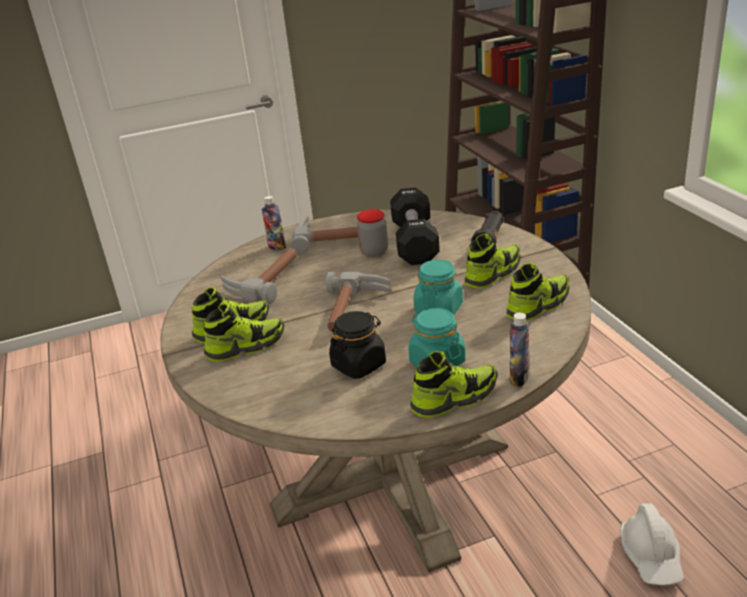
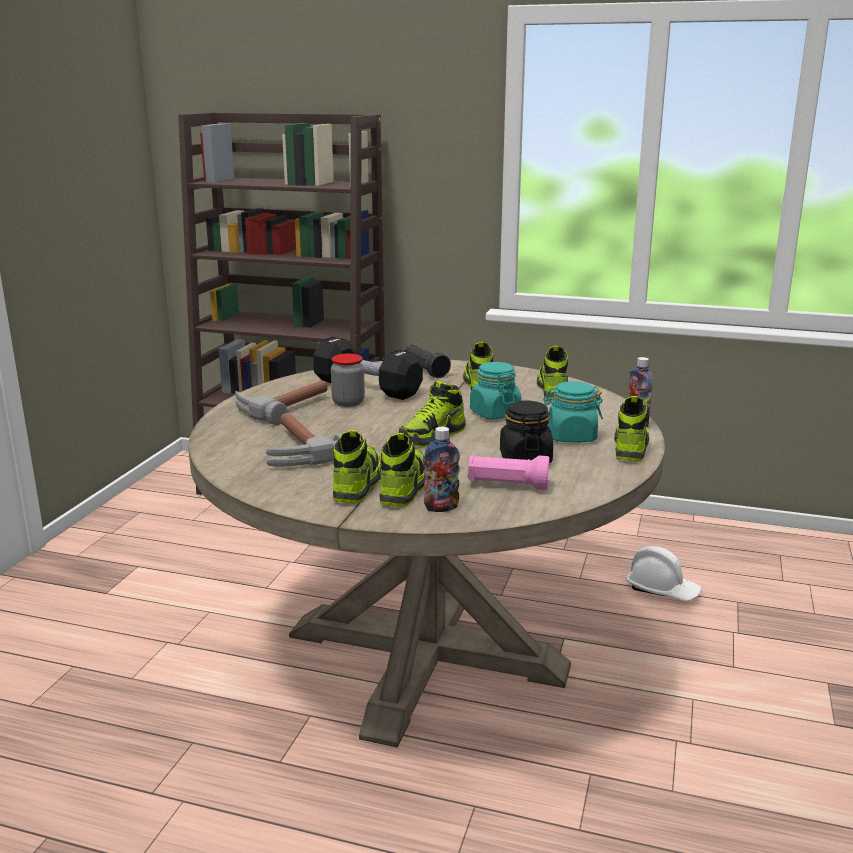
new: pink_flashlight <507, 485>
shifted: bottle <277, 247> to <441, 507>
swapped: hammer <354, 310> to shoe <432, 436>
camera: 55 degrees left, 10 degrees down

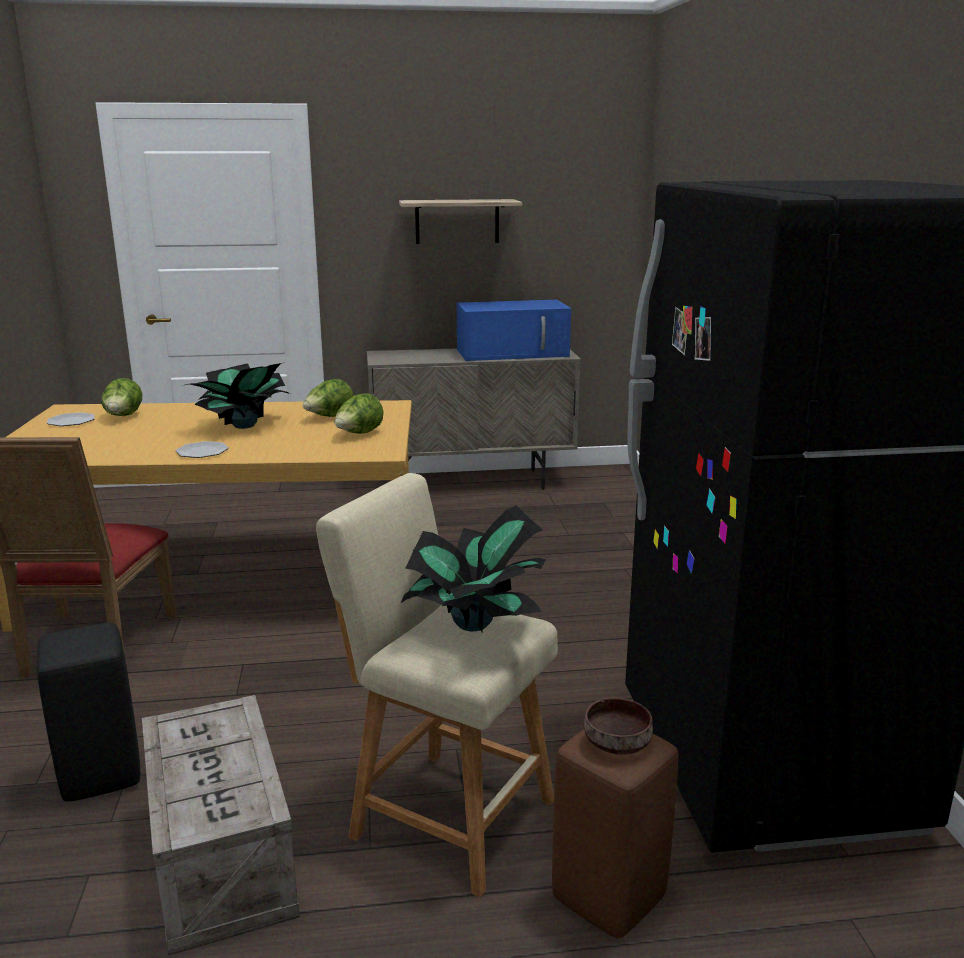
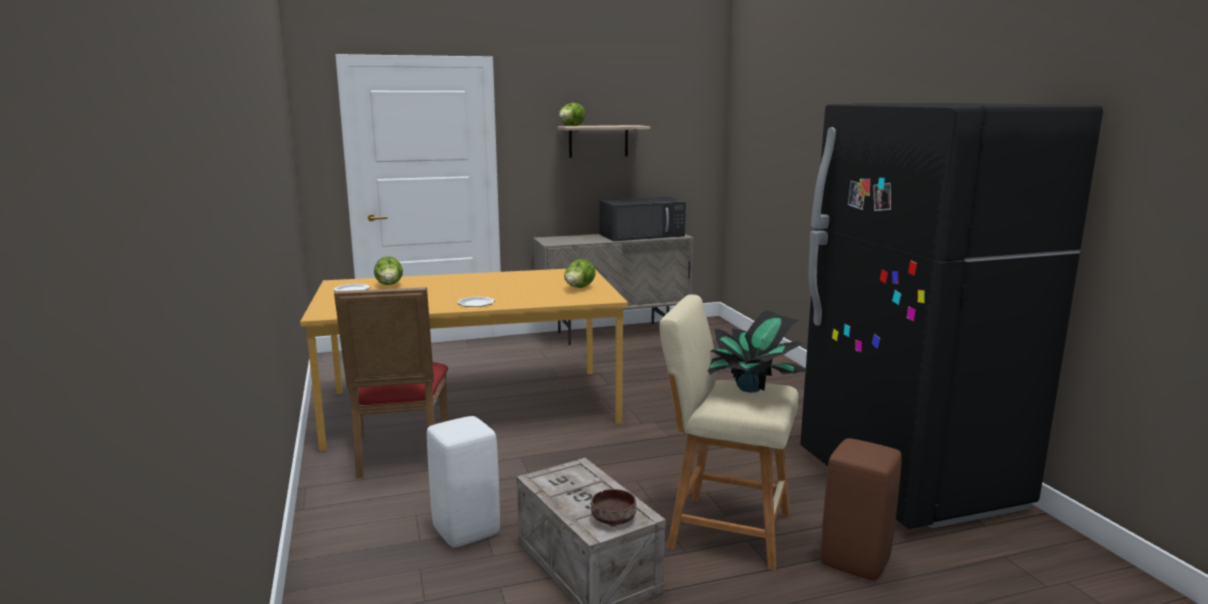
gone: potted_plant <243, 426>
shifted: lettuce <329, 417> to <571, 126>; brown_bowl <617, 743> to <613, 519>
repainted: blue_microwave <514, 352> to black_microwave <643, 235>; black_stool <102, 775> to white_stool <466, 530>
camera: 10 degrees left, 5 degrees down

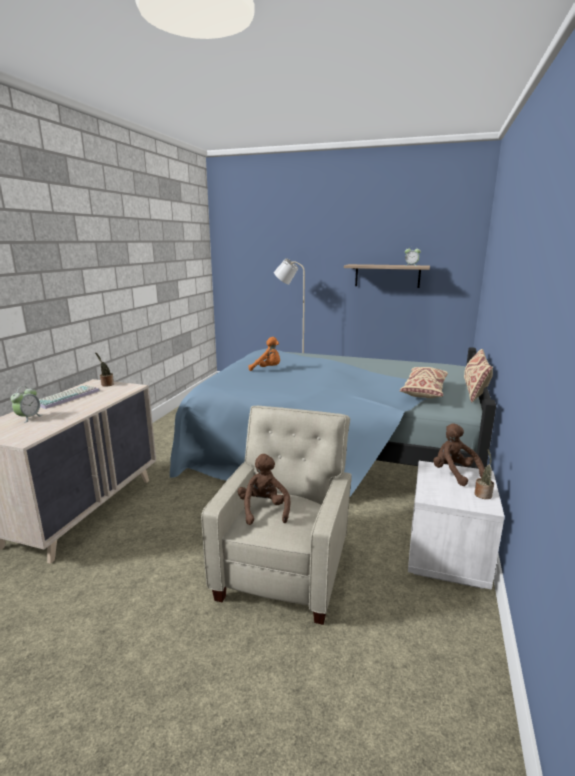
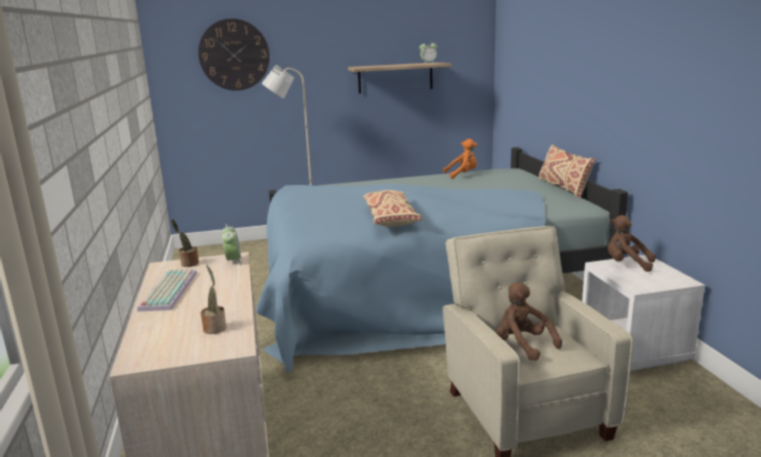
new: wall_clock <234, 55>
shifted: orange_plush_toy <267, 369> to <462, 175>; beige_pillow <424, 390> to <390, 218>; alarm_clock <29, 418> to <233, 261>; potted_plant <483, 494> to <215, 328>
camera: 30 degrees left, 0 degrees up

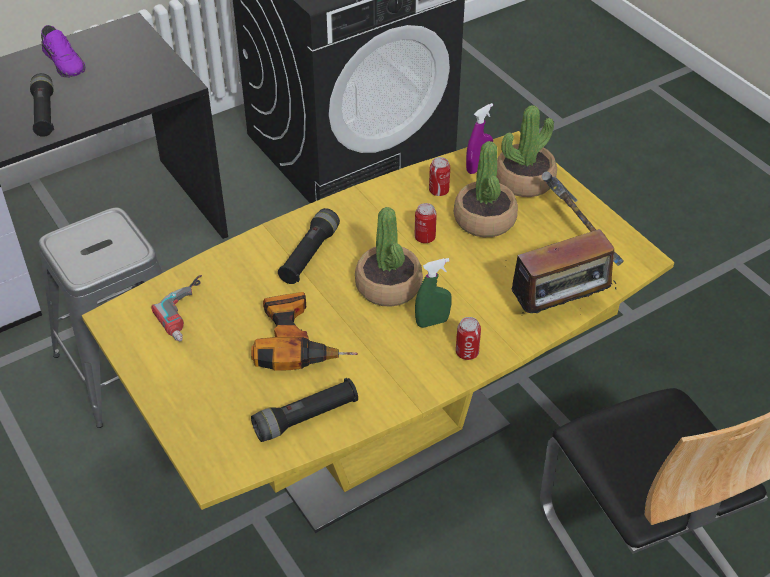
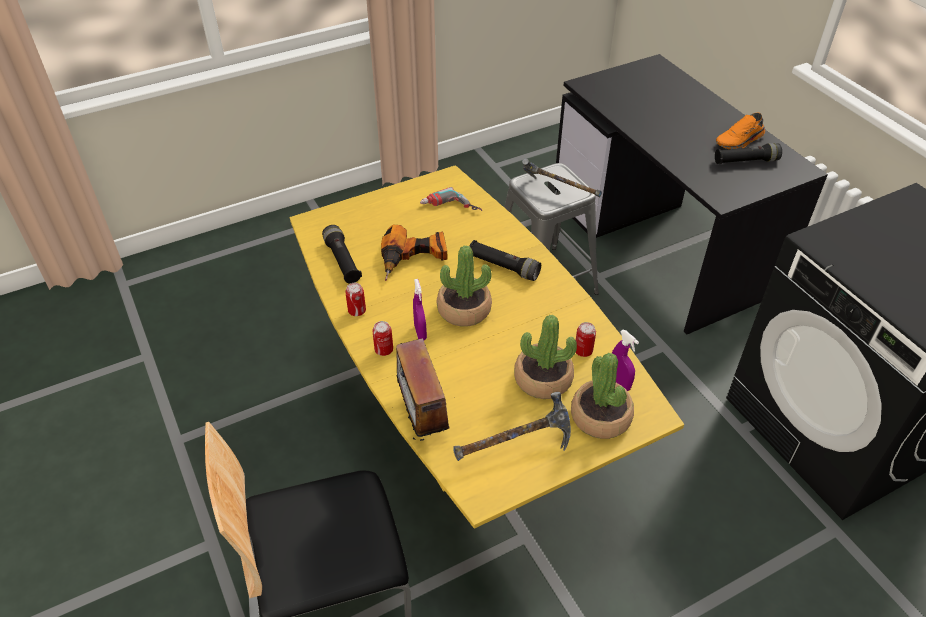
new: hammer <558, 193>
shifted: black_flashlight <44, 114> to <745, 161>; can <425, 237> to <357, 311>
repainted: purple_shoe <65, 62> to orange_shoe <740, 141>; green_spray_bottle <432, 322> to purple_spray_bottle <420, 332>
camera: 95 degrees right, 0 degrees up

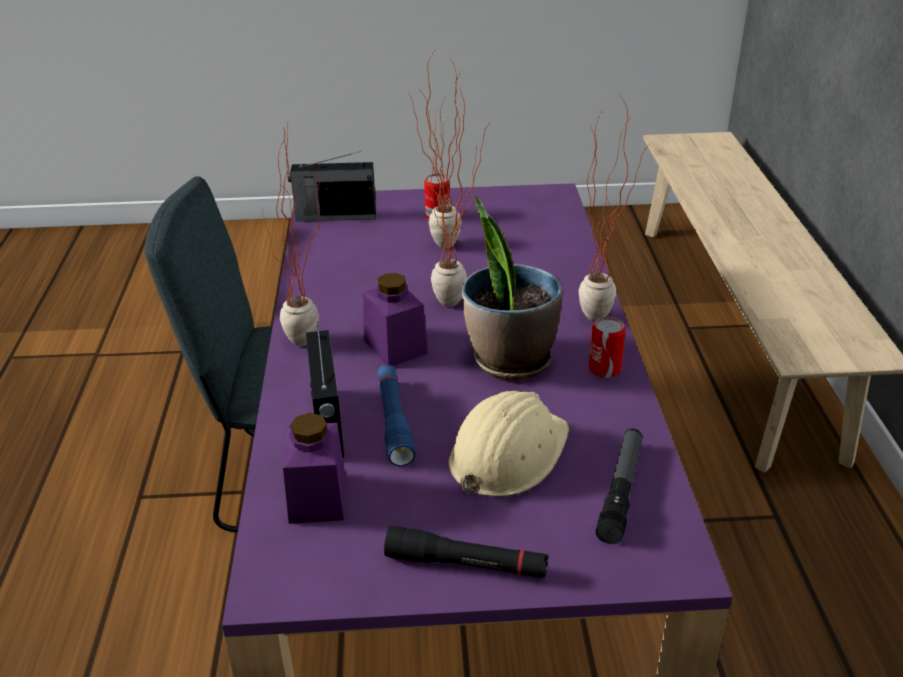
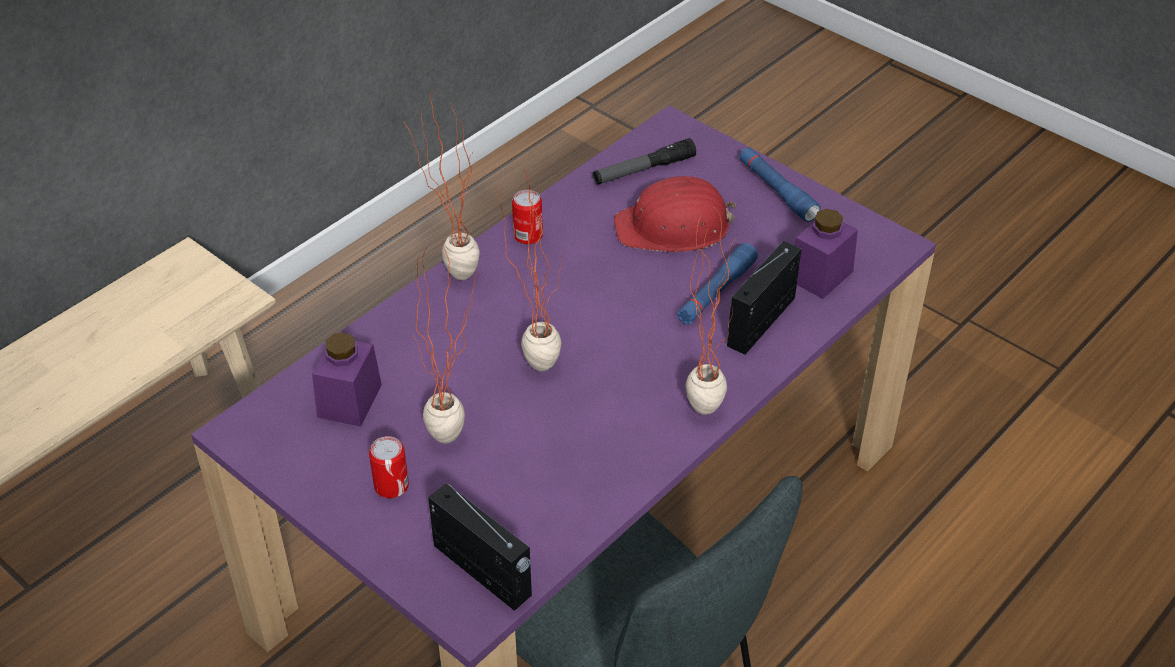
gone: potted_plant <510, 360>
shifted: purple_jar <395, 346> to <349, 401>
repainted: beige_hard_hat <507, 453> to red_hard_hat <674, 227>; black_flashlight <466, 564> to blue_flashlight <776, 191>
camera: 135 degrees left, 10 degrees up

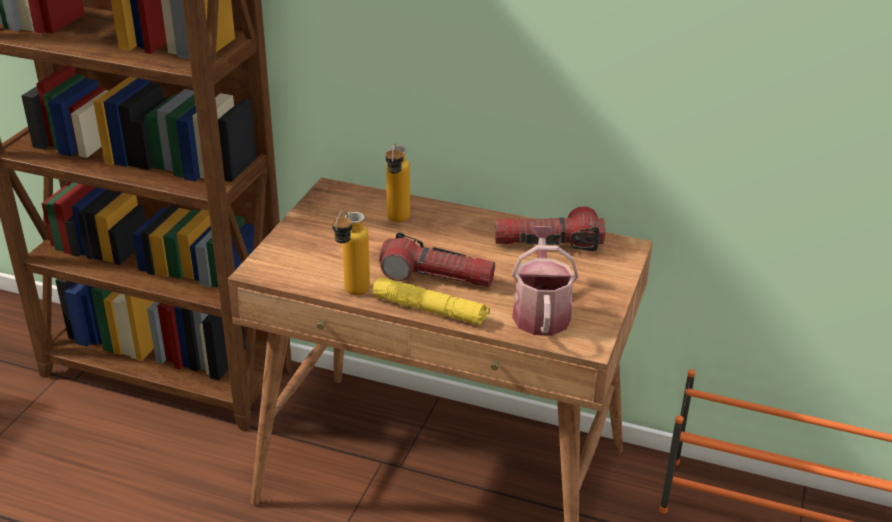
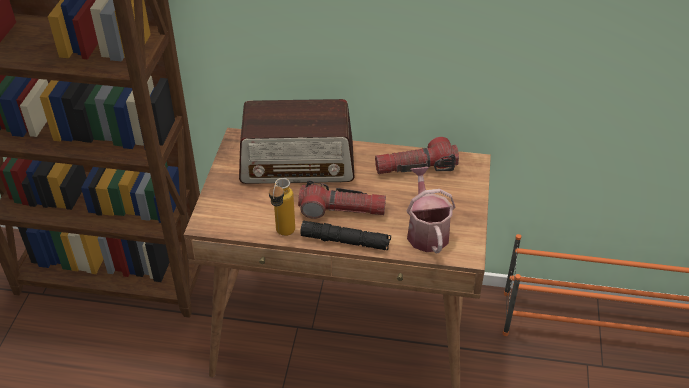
swapped: bottle <397, 222> to radio <298, 163>
repainted: yellow_flashlight <430, 310> to black_flashlight <345, 241>
camera: 10 degrees left, 10 degrees up

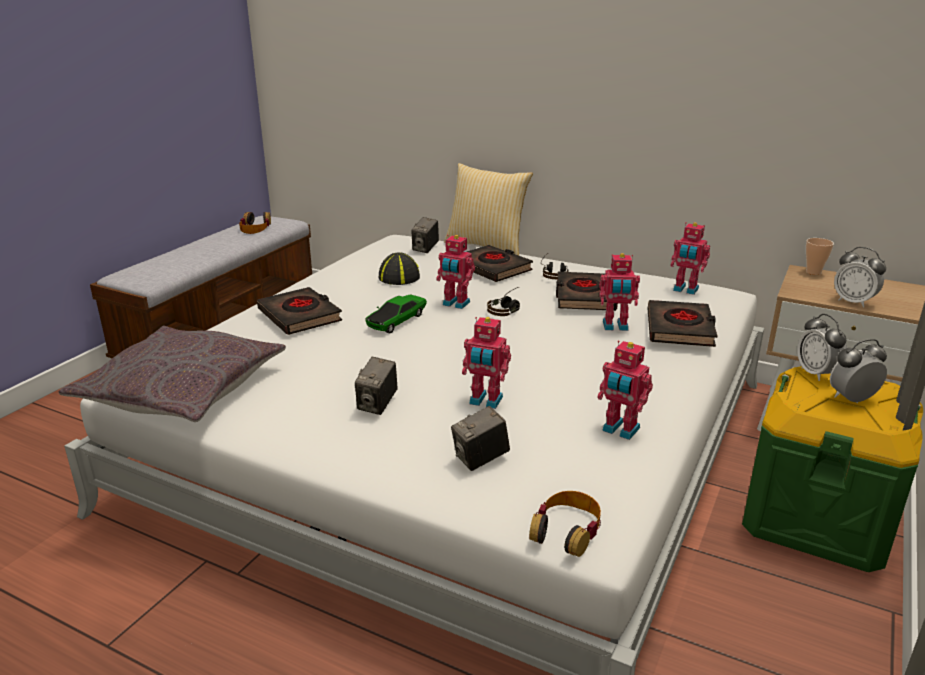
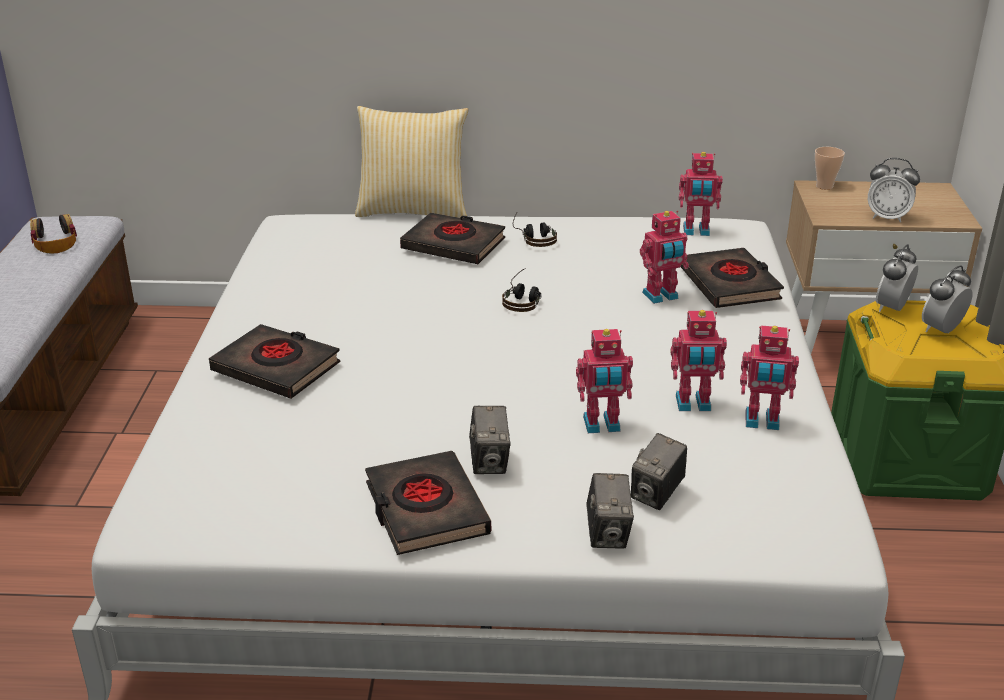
gone: cap <399, 274>; toy_car <397, 321>; grey_pillow <182, 389>; headphones <566, 530>
shifted: photo_camera <425, 249> to <608, 534>; toy_robot <455, 304> to <693, 404>; black_book <584, 297> to <425, 509>
rotated: alarm_clock <816, 373> = <892, 308> 75 degrees clockwise
camera: 25 degrees left, 5 degrees up

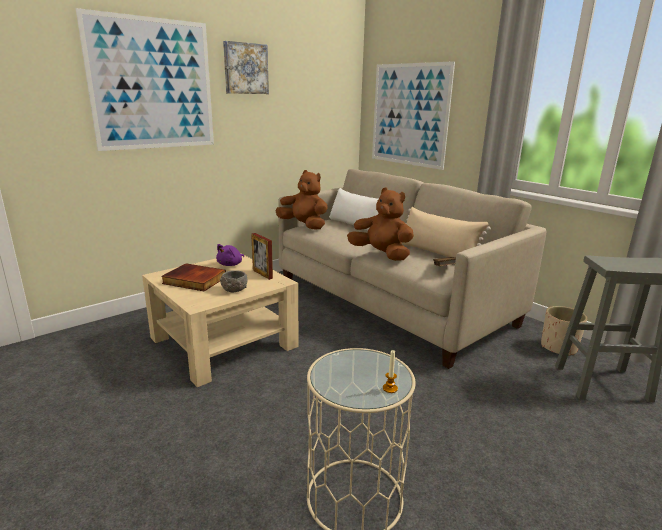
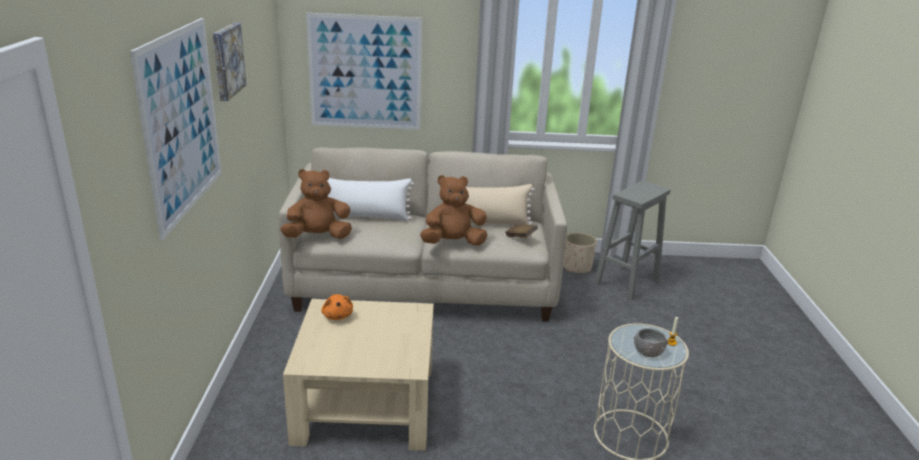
gone: picture_frame <262, 274>; book <193, 280>
shifted: grey_bowl <234, 289> to <648, 352>
repainted: purple_plush_toy <231, 264> to orange_plush_toy <337, 316>
camera: 50 degrees left, 5 degrees up

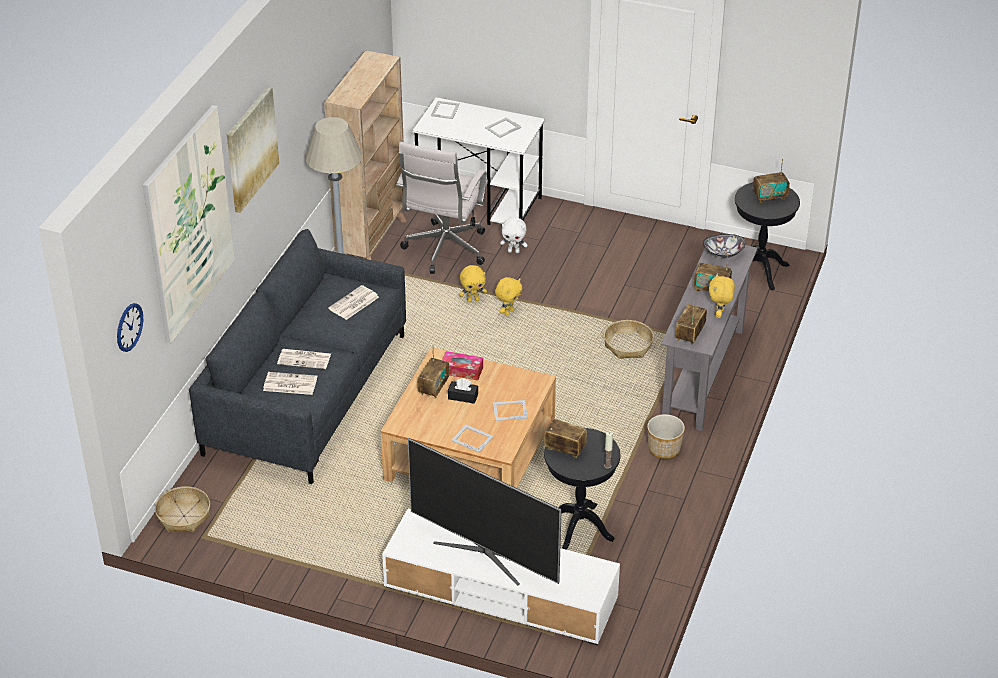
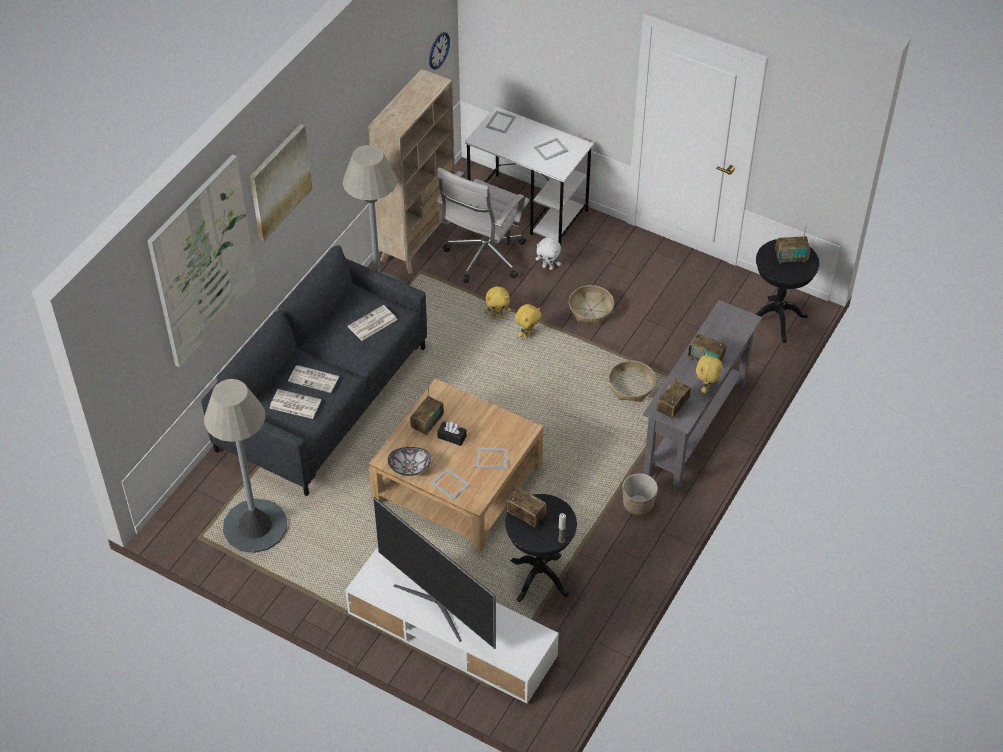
gone: tissue_box <462, 370>
new: grey_floor_lamp <255, 526>
shifted: bowl <723, 254> to <409, 468>; wall_clock <129, 327> to <438, 50>; basket <184, 516> to <591, 310>
camera: 10 degrees right, 10 degrees up

